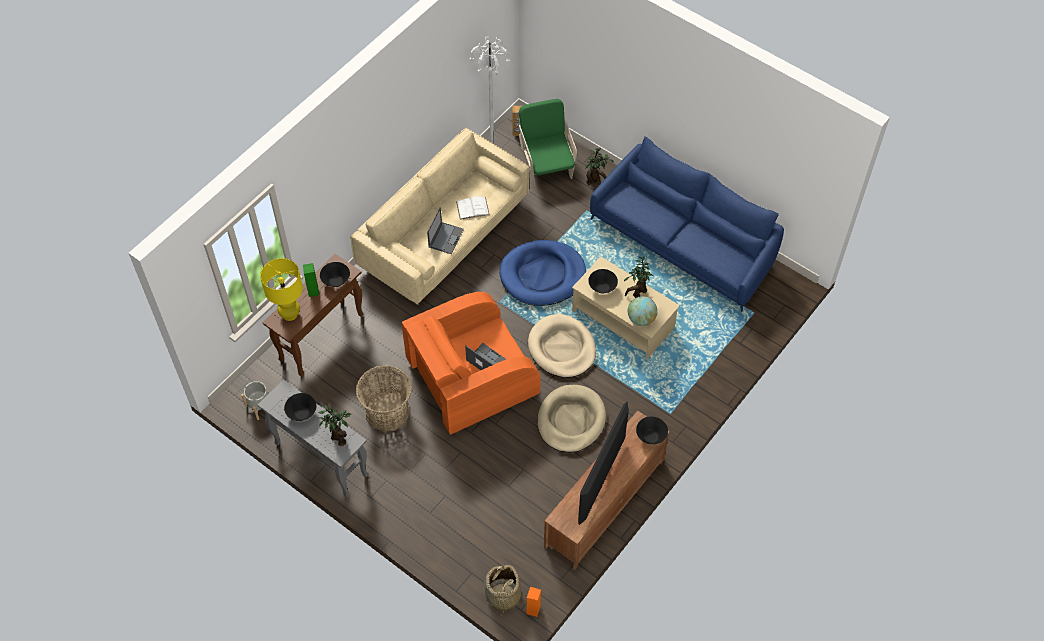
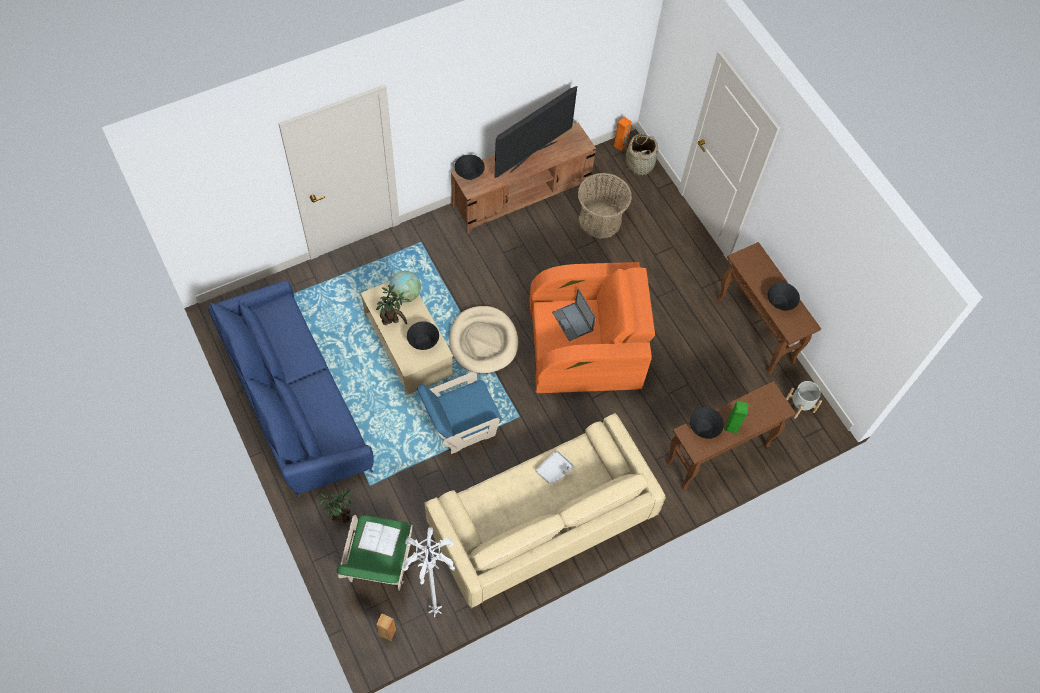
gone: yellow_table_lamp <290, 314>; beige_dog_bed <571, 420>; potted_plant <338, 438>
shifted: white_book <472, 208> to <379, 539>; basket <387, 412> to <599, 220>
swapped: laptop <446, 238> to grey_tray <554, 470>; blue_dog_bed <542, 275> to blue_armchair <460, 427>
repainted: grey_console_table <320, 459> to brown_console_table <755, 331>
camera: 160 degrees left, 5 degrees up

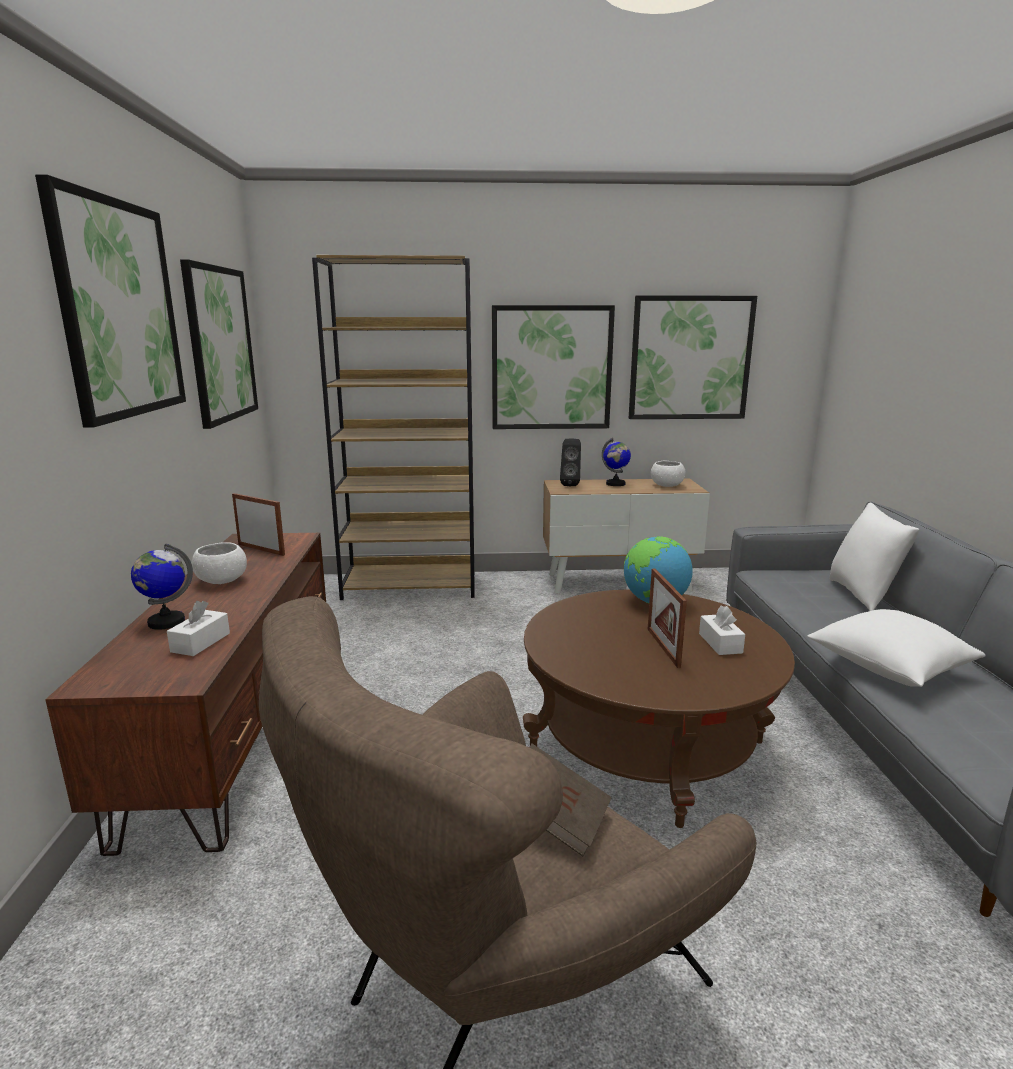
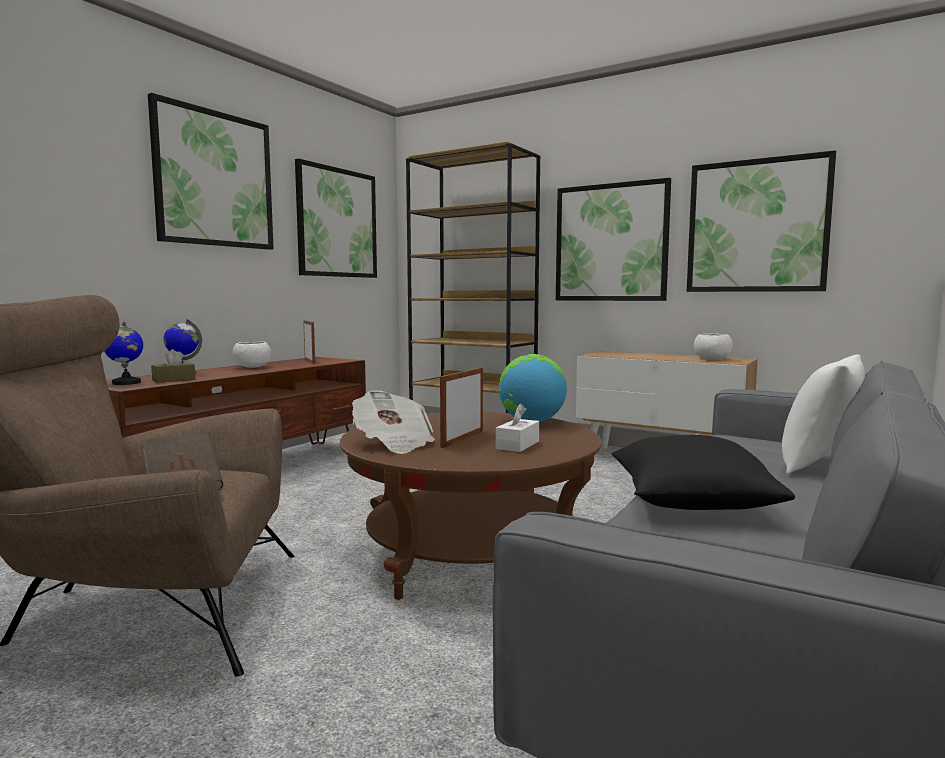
gone: black_speaker <570, 485>
new: newspaper <393, 443>
shifted: globe <615, 484> to <126, 383>
repainted: white_tissue_box <200, 642> to brown_tissue_box <174, 380>; white_pillow <888, 667> to black_pillow <691, 502>
camera: 35 degrees right, 10 degrees down

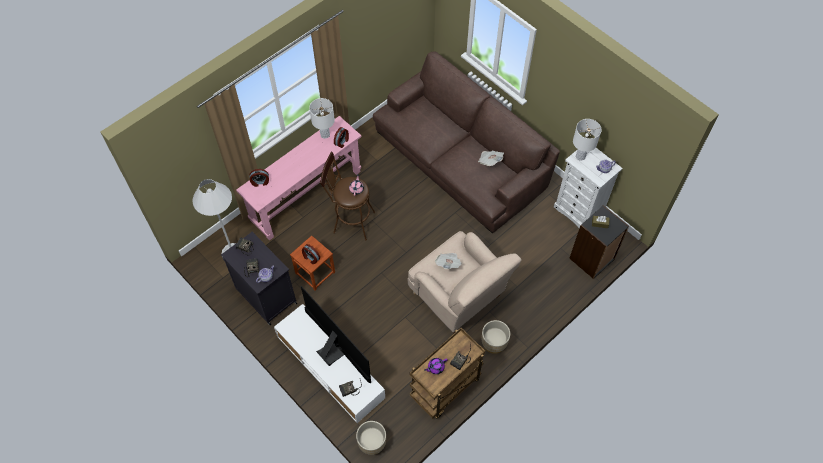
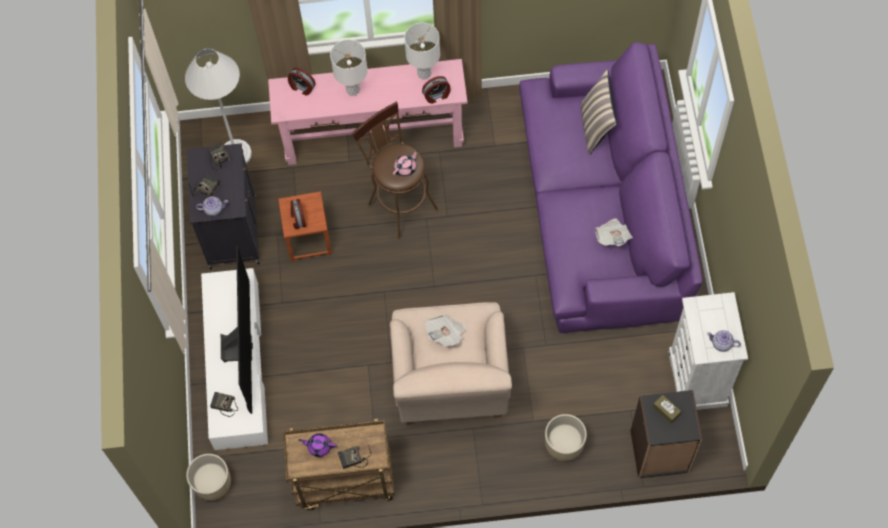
new: pillow <596, 127>
shifted: white_table_lamp <580, 156> to <353, 90>; beige_planter <494, 343> to <563, 446>
repainted: brown_sofa <461, 158> to purple_sofa <602, 209>
camera: 40 degrees right, 5 degrees up

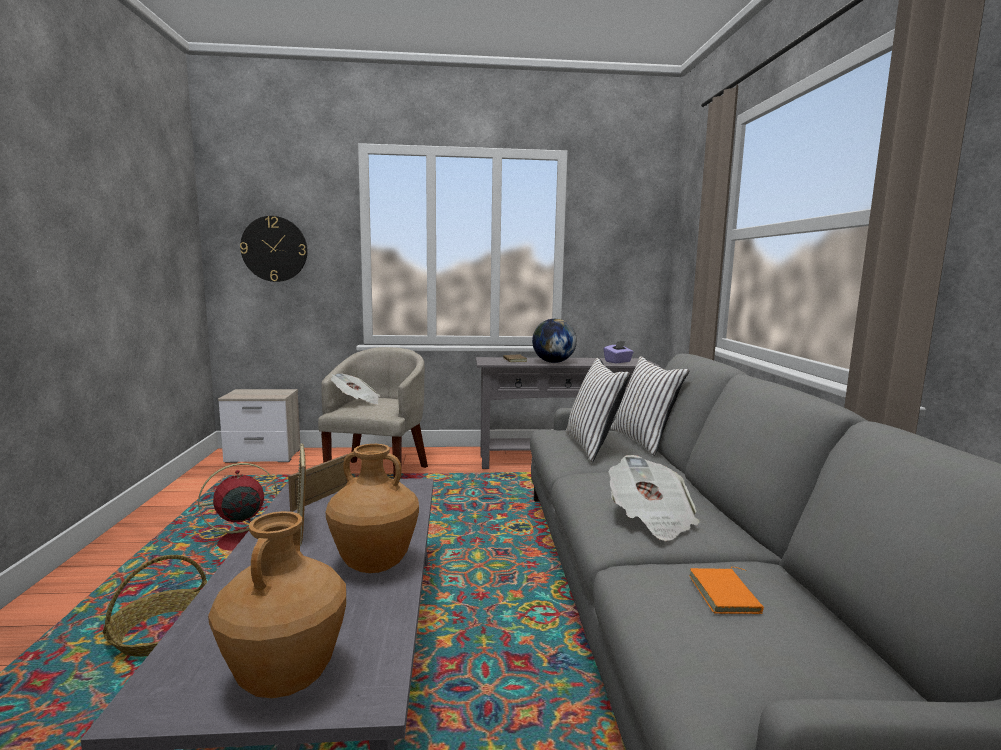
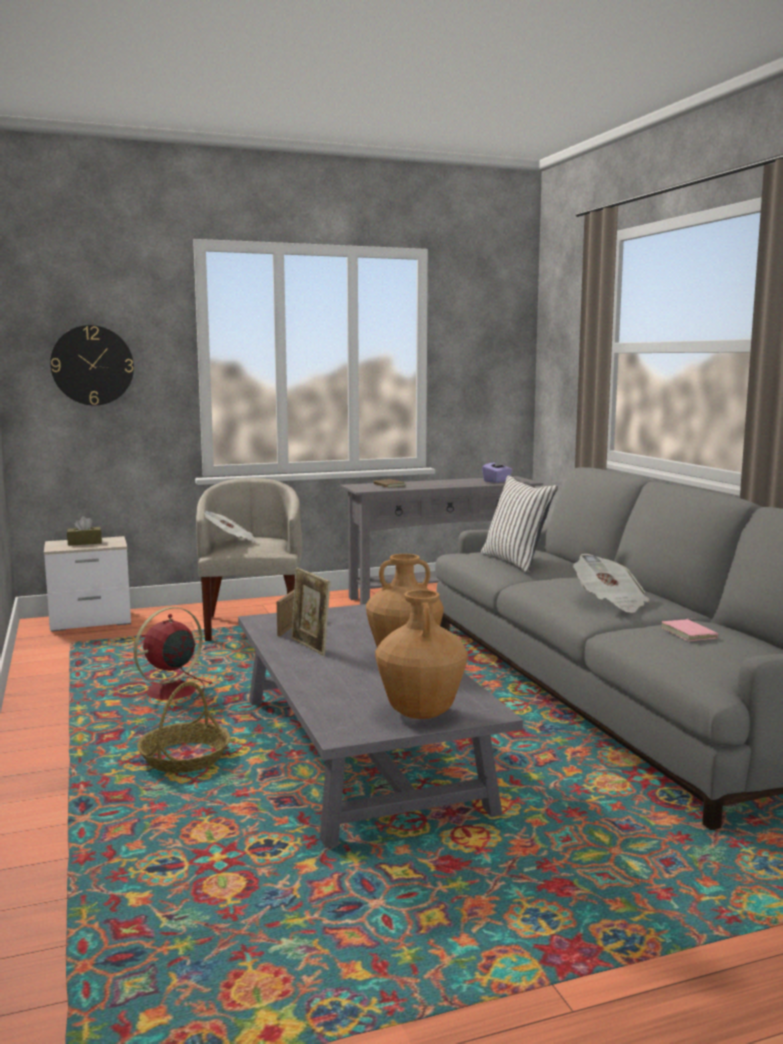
gone: globe <553, 362>; white_pillow <644, 440>
new: brown_tissue_box <85, 543>
repainted: orange_book <726, 595> to pink_book <690, 633>
camera: 15 degrees left, 0 degrees up

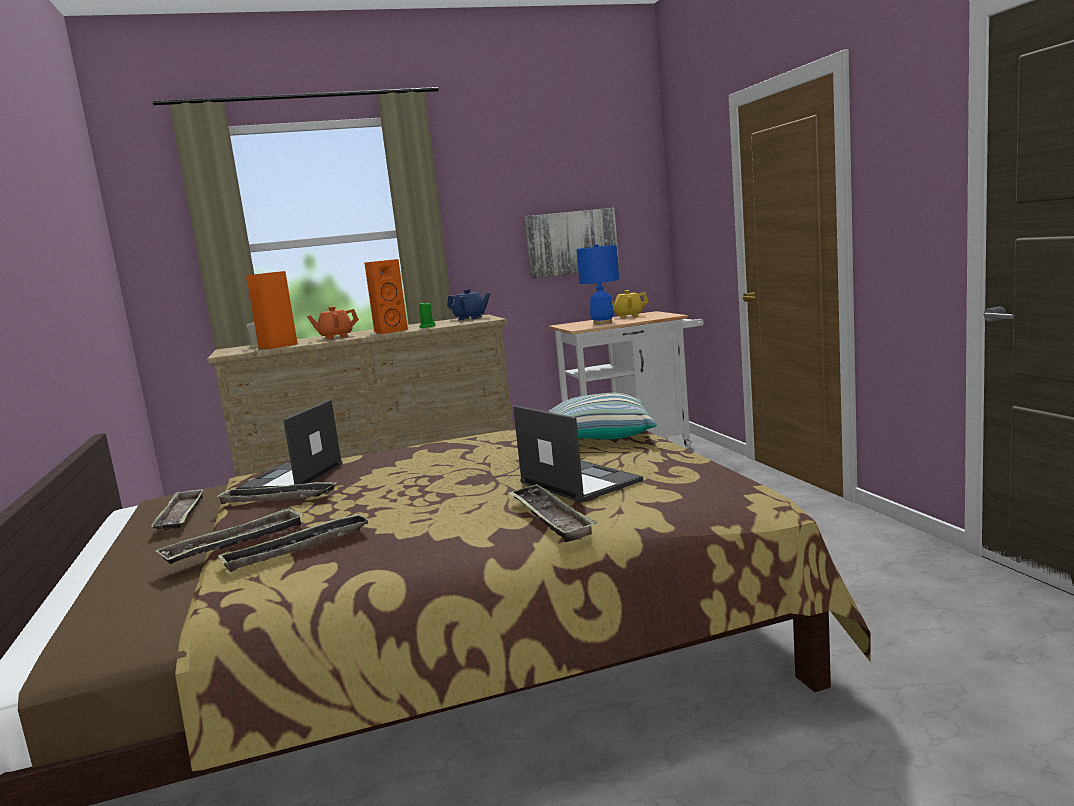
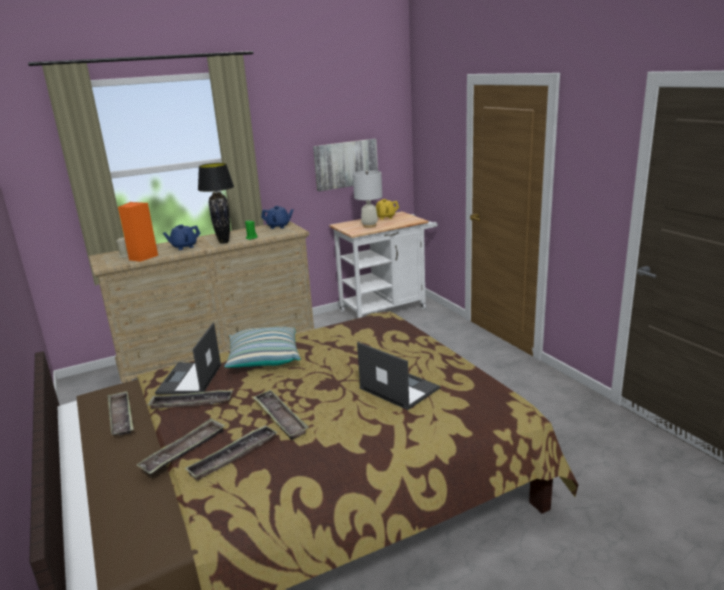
shifted: pillow <599, 437> to <264, 359>; tray <550, 518> to <280, 418>
swapped: orange_speaker <389, 331> to black_table_lamp <224, 242>
repainted: blue_table_lamp <602, 323> to white_table_lamp <369, 226>; orange_teapot <336, 337> to blue_teapot <184, 247>
camera: 10 degrees left, 10 degrees up

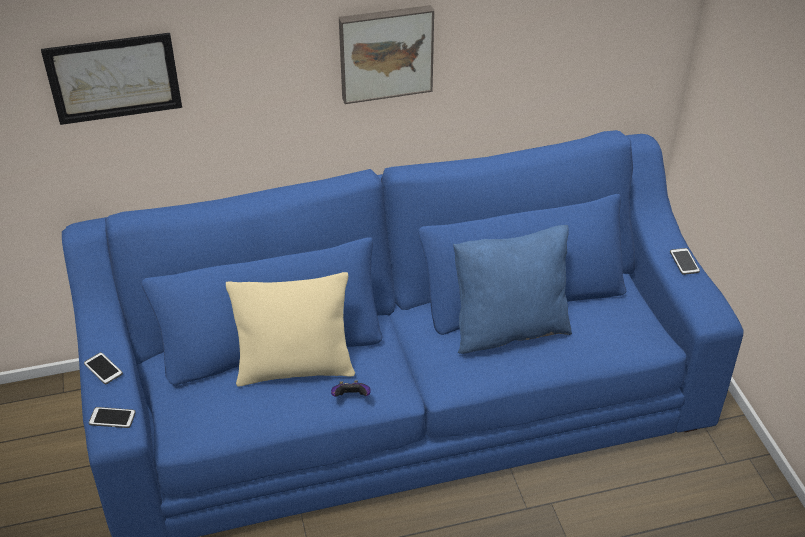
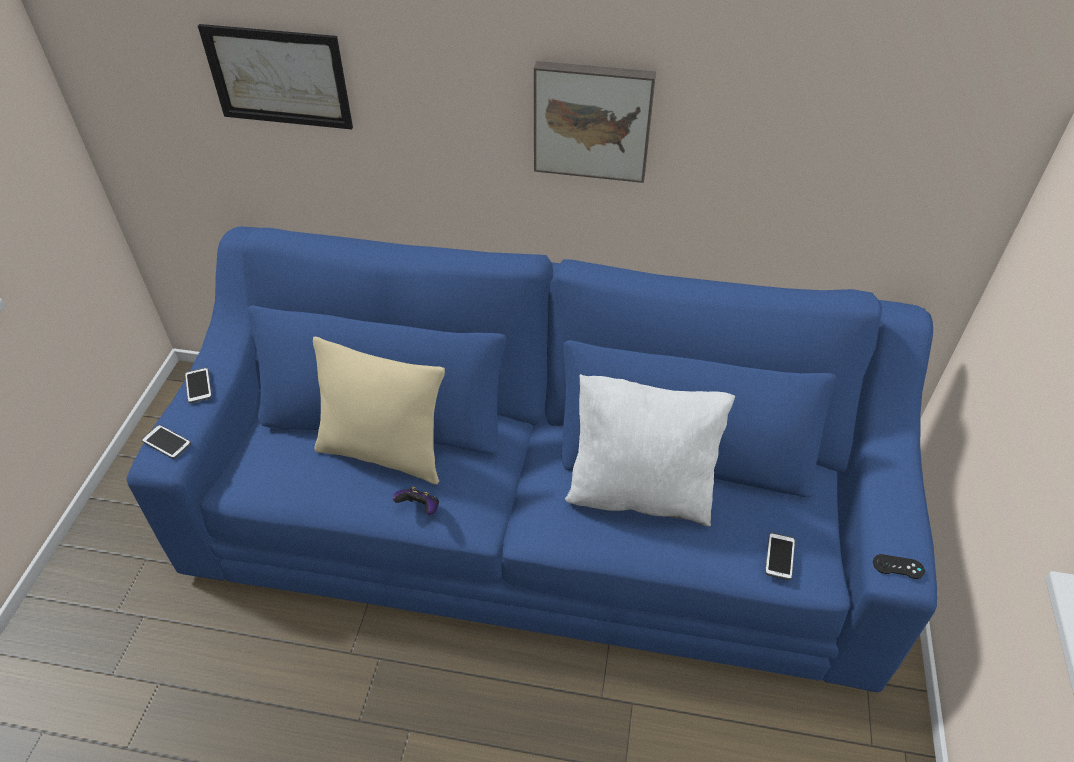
new: black_game_controller <898, 566>
shifted: phone <684, 262> to <779, 556>
repainted: blue_pillow <509, 329> to white_pillow <640, 491>
camera: 25 degrees right, 5 degrees up

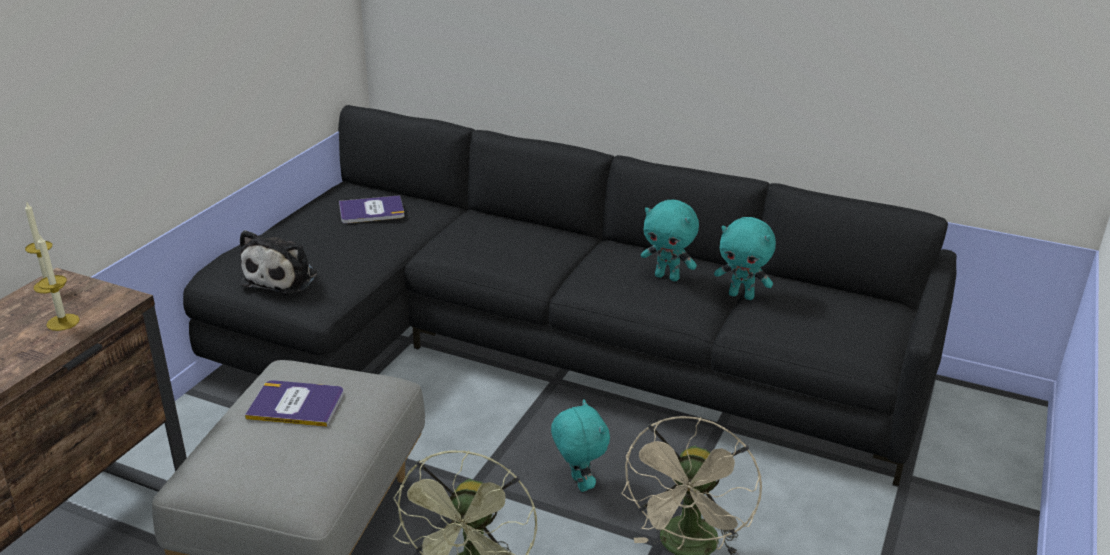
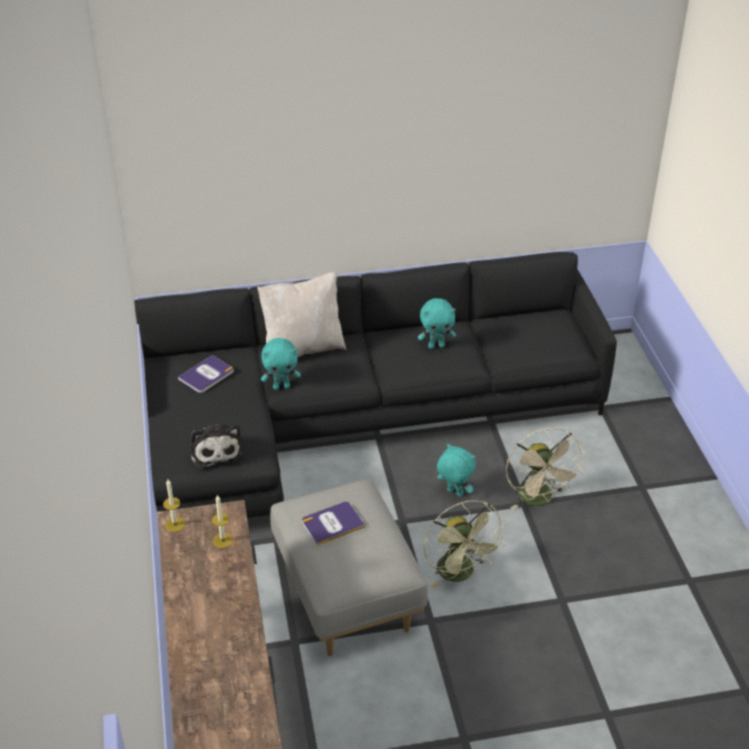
new: beige_pillow <303, 348>
shifted: turquoise_plush_toy <742, 295> to <281, 386>
camera: 35 degrees left, 10 degrees up

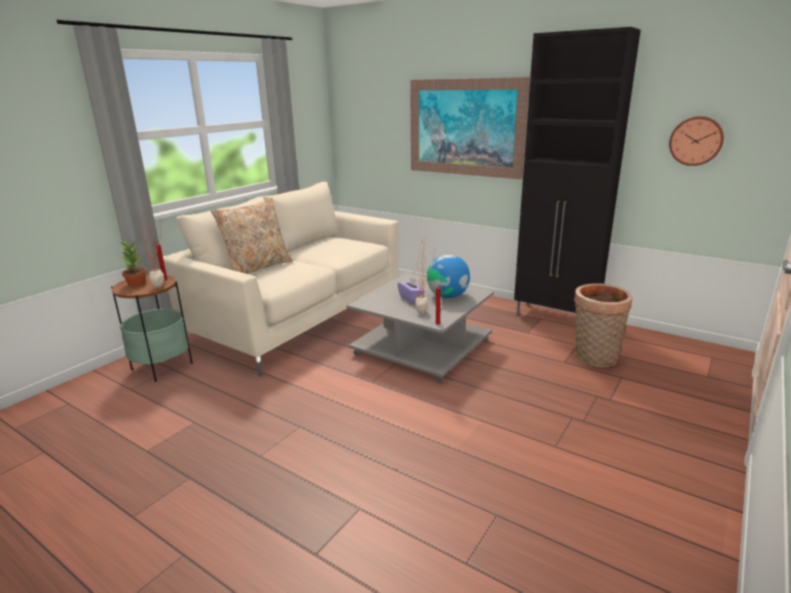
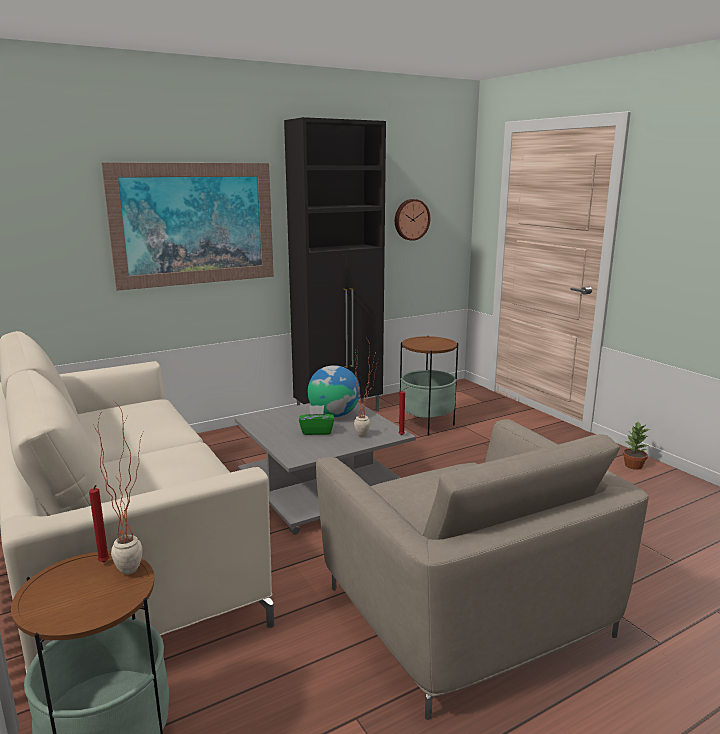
gone: beige_pillow <257, 268>
new: beige_armchair <466, 612>
shifted: potted_plant <136, 283> to <633, 466>
swapped: basket <594, 359> to side_table <426, 424>
repainted: purple_tissue_box <411, 298> to green_tissue_box <317, 431>
camera: 65 degrees left, 5 degrees down

